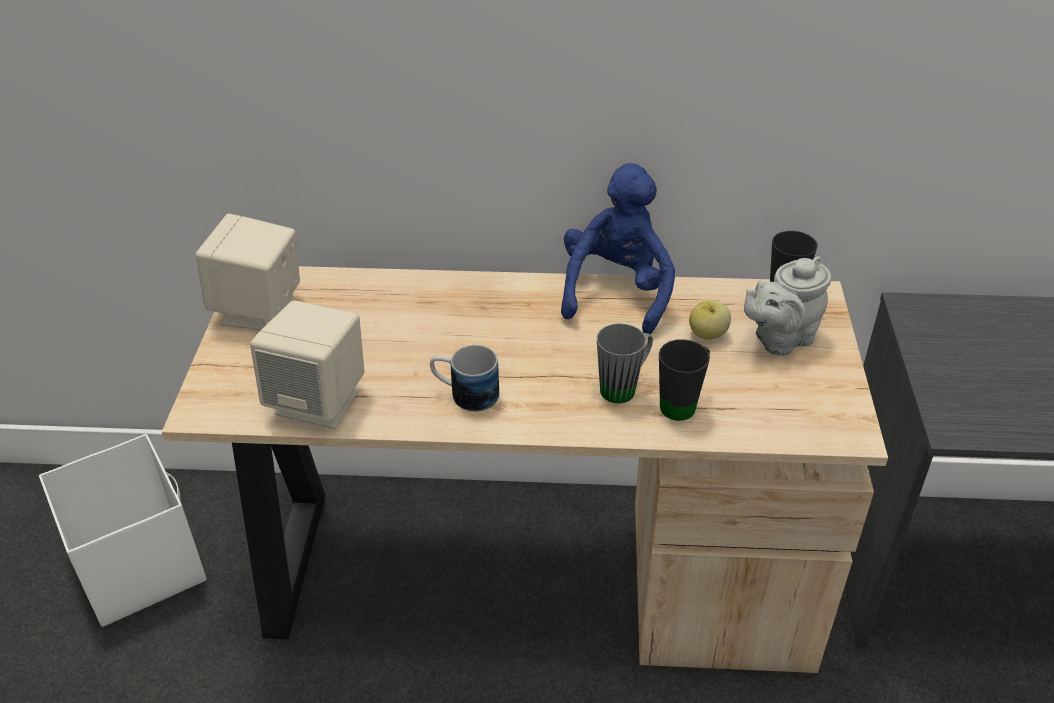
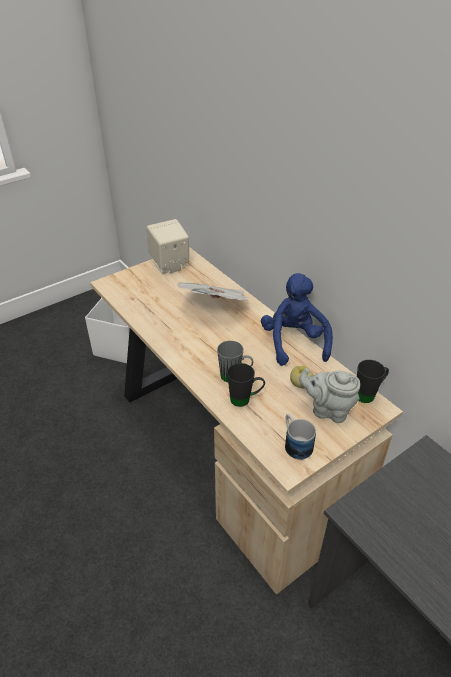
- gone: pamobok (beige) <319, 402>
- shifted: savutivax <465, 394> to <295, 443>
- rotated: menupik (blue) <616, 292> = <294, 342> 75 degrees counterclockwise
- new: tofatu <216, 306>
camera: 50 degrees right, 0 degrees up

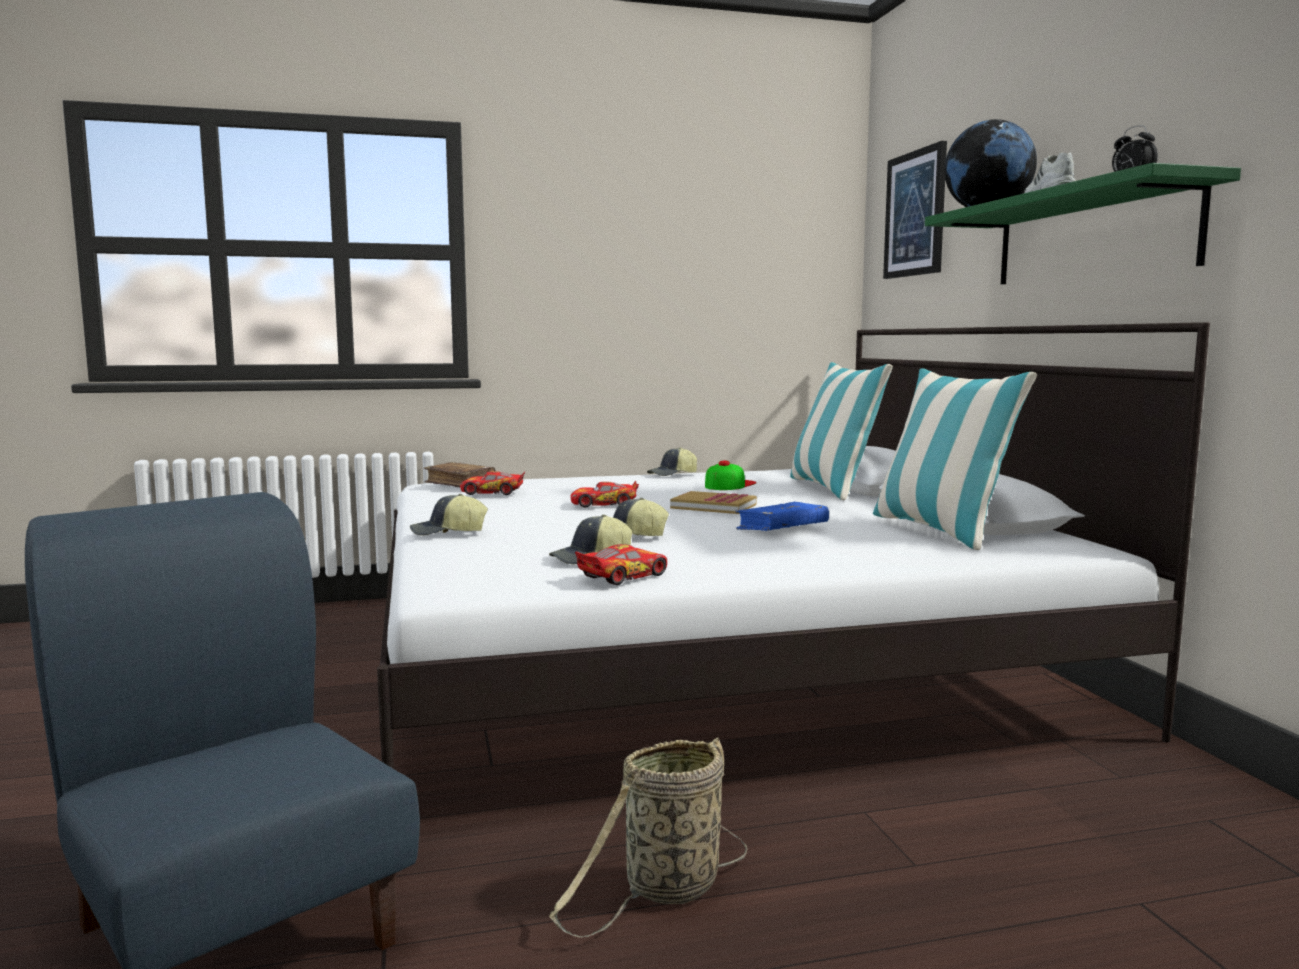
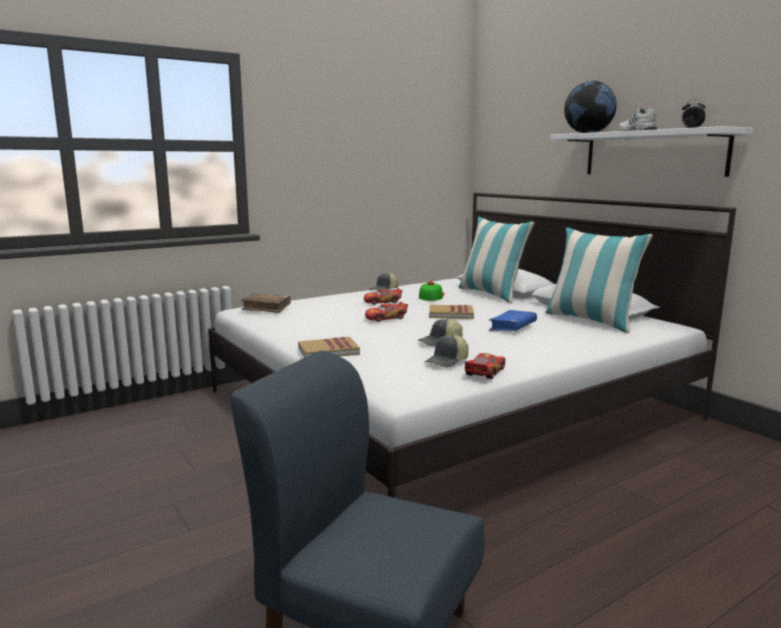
- swapped: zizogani <448, 533> to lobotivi <328, 351>
- shifted: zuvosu <492, 492> to <382, 302>
- gone: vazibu <667, 890>
- gone: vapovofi <915, 214>
- repainted: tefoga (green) <1091, 237> to tefoga (white) <653, 153>
camera: 20 degrees left, 5 degrees up

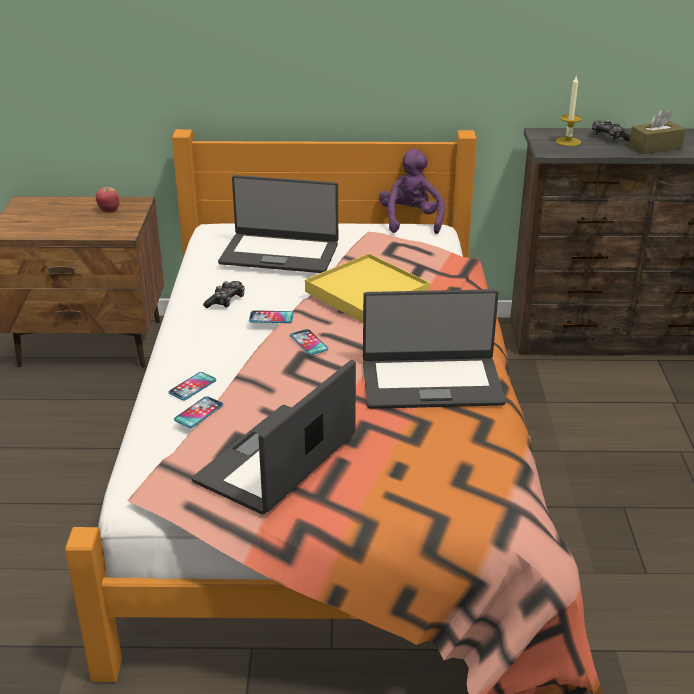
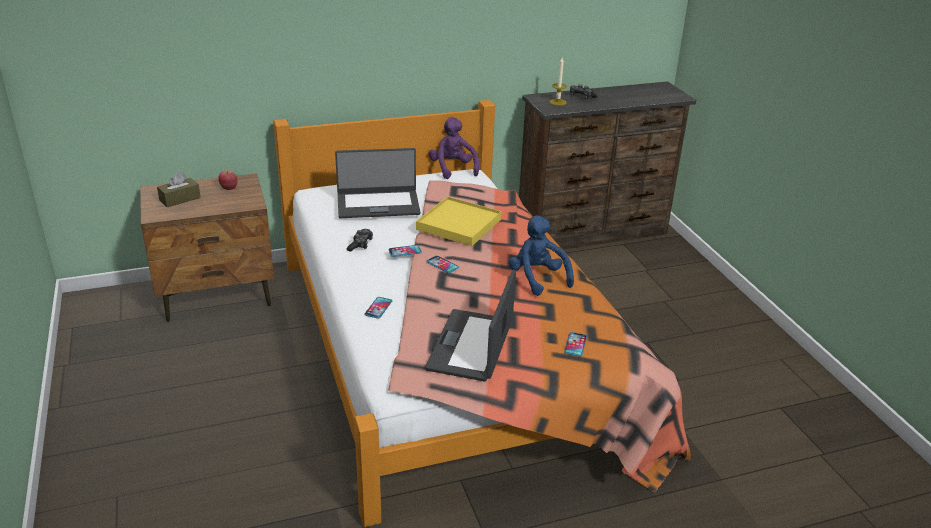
- shifted: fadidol <199, 413> to <575, 345>
- swapped: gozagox <431, 382> to menupik (blue) <537, 278>
- shifted: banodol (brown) <655, 147> to <180, 199>
camera: 20 degrees left, 0 degrees up

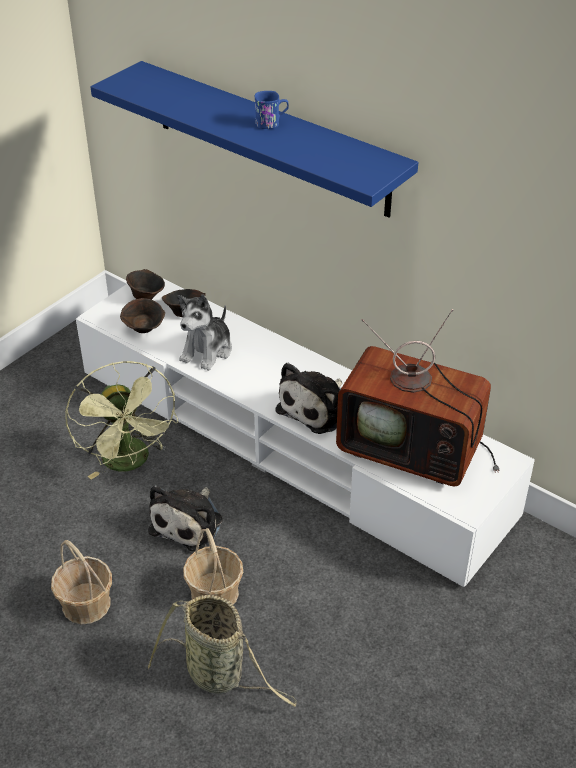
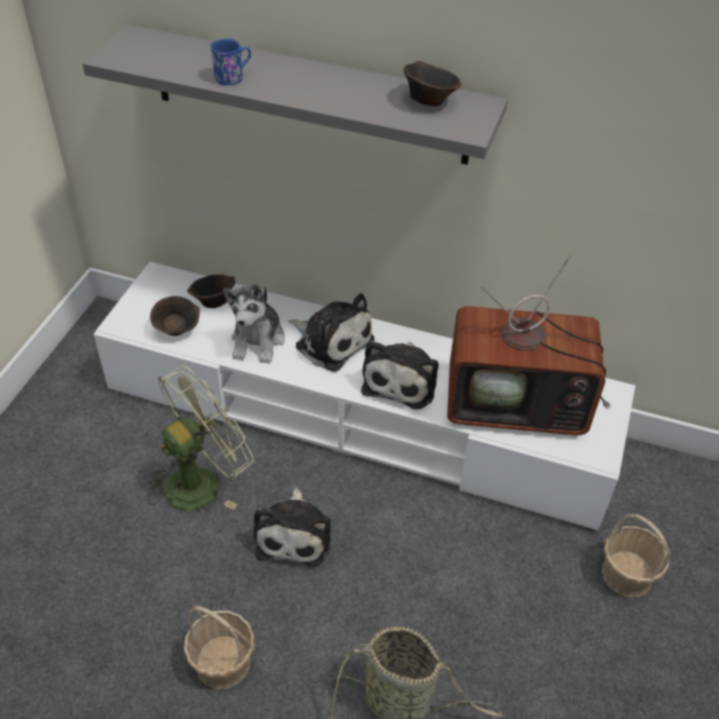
- rotated: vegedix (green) <130, 462> = <201, 480> 90 degrees counterclockwise
- repainted: tefoga (blue) <270, 138> to tefoga (grey) <309, 95>
- shifted: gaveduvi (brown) <146, 296> to <429, 101>
- shifted: vazibu <215, 593> to <627, 574>
- shifted: savutivax (blue) <271, 123> to <233, 77>
- new: menupik <331, 341>
camera: 20 degrees left, 5 degrees up

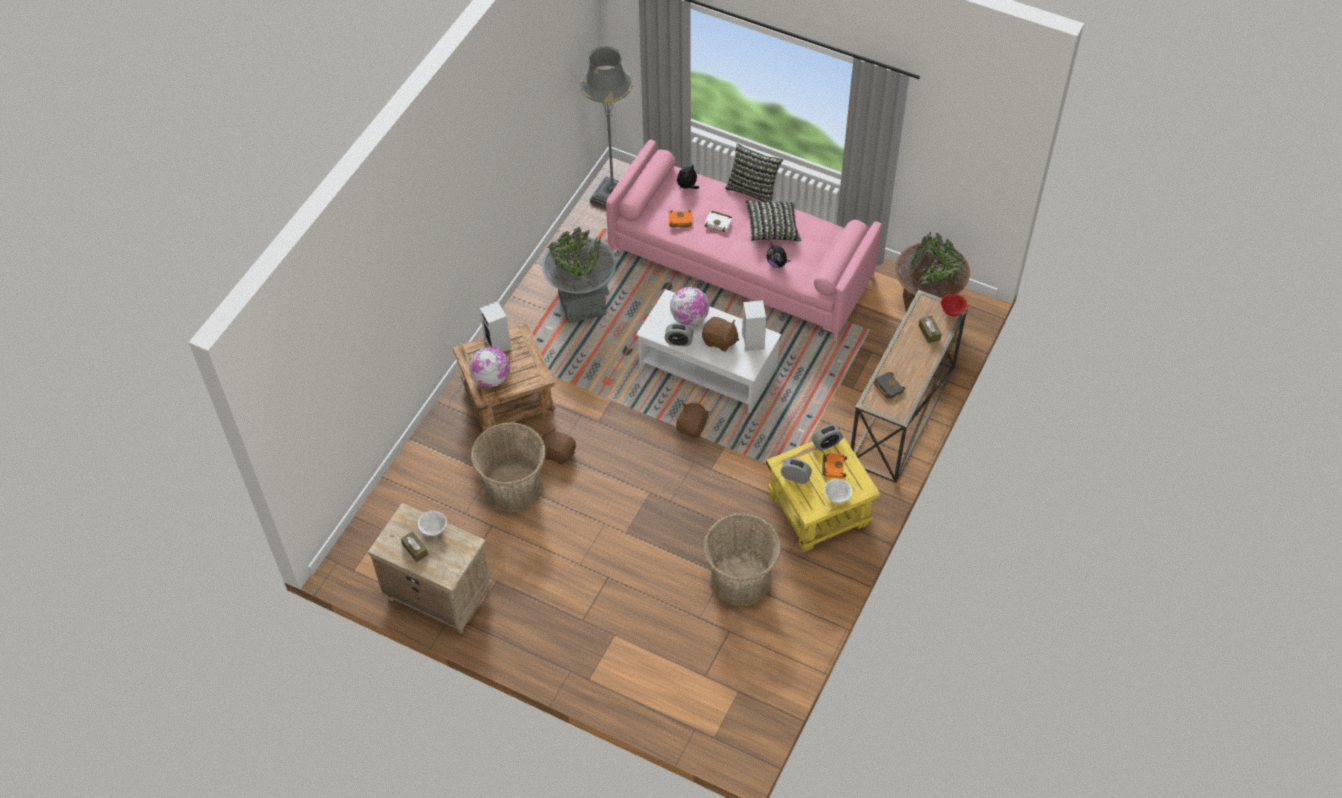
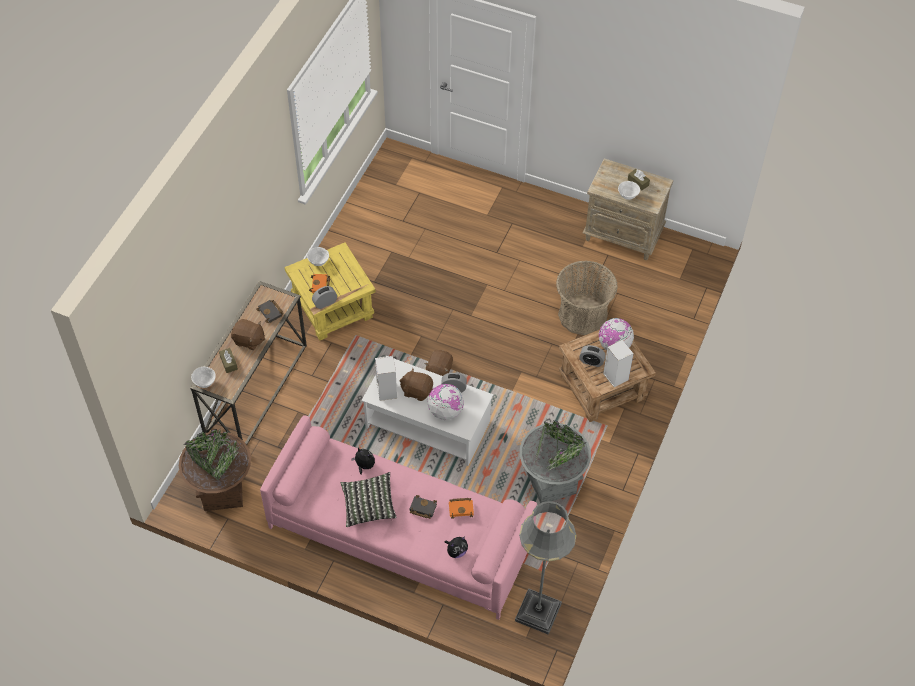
- shifted: menupik (brown) <558, 453> to <249, 340>
- gone: vazibu <740, 578>
- repainted: lobotivi (white) <719, 222> to lobotivi (black) <422, 508>
- gone: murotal <753, 189>
- shifted: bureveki <795, 477> to <591, 361>
- repainted: gaveduvi (red) <952, 312> to gaveduvi (white) <205, 382>
camera: 175 degrees right, 0 degrees up

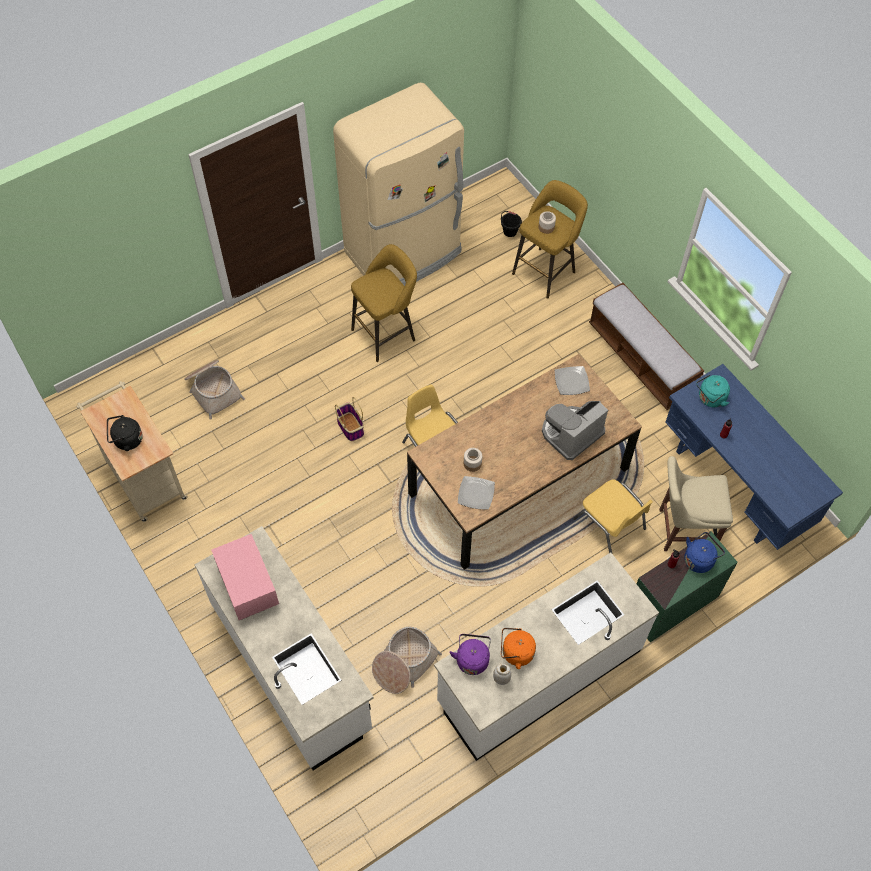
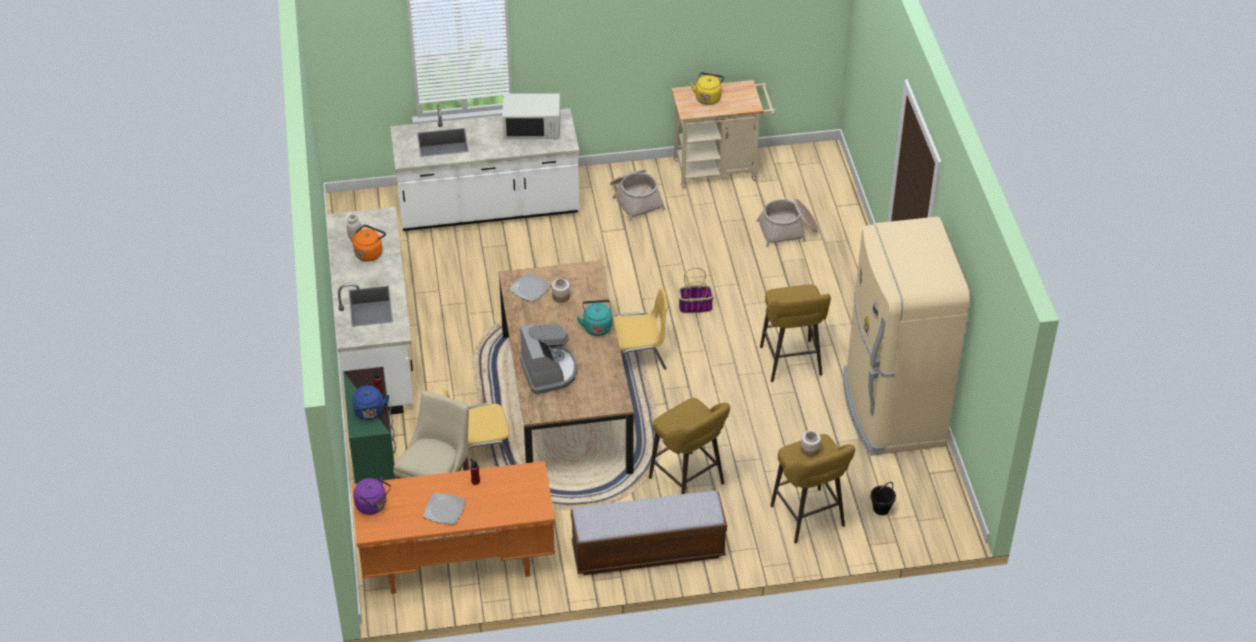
- repainted: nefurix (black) <126, 440> to nefurix (yellow) <708, 97>
- repainted: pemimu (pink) <247, 585> to pemimu (white) <532, 129>
- shifted: vazibu <404, 663> to <635, 199>
- shifted: nefurix (purple) <472, 659> to <373, 505>
- shifted: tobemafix <572, 381> to <444, 510>
- repainted: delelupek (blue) <735, 484> to delelupek (orange) <457, 563>
- shifted: nefurix (turquoise) <710, 399> to <597, 326>
- new: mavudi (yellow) <689, 483>
camera: 115 degrees right, 15 degrees down

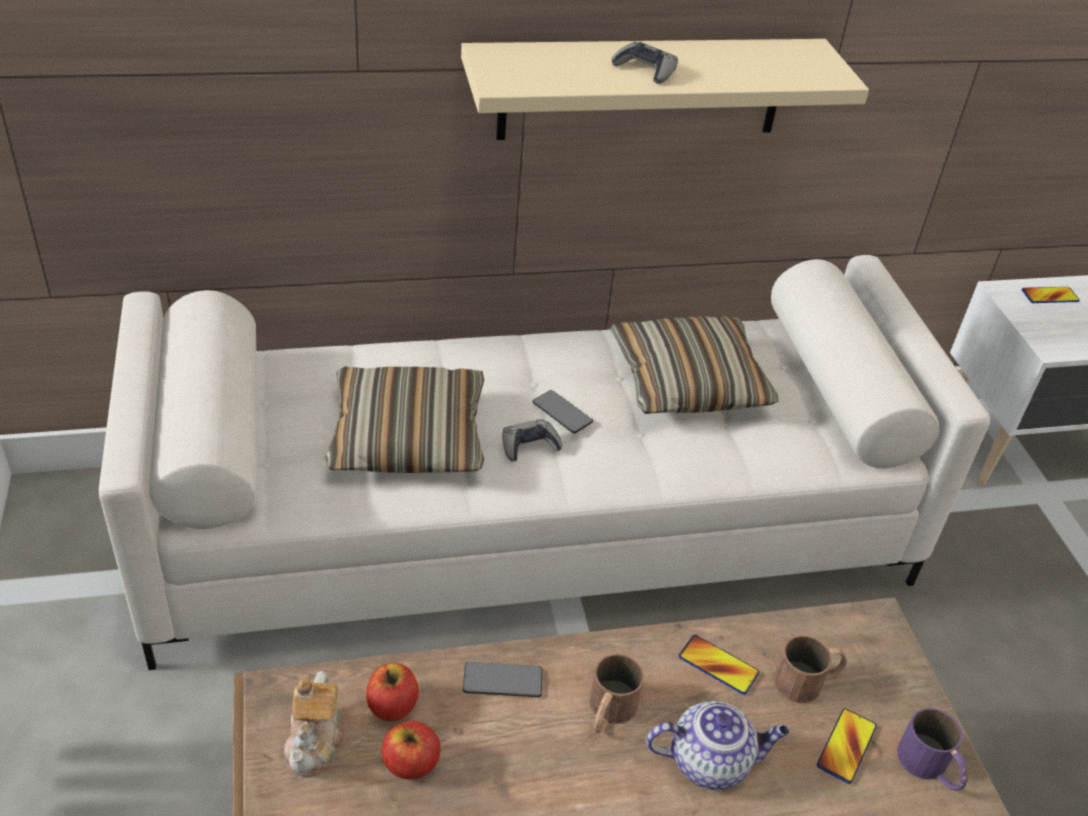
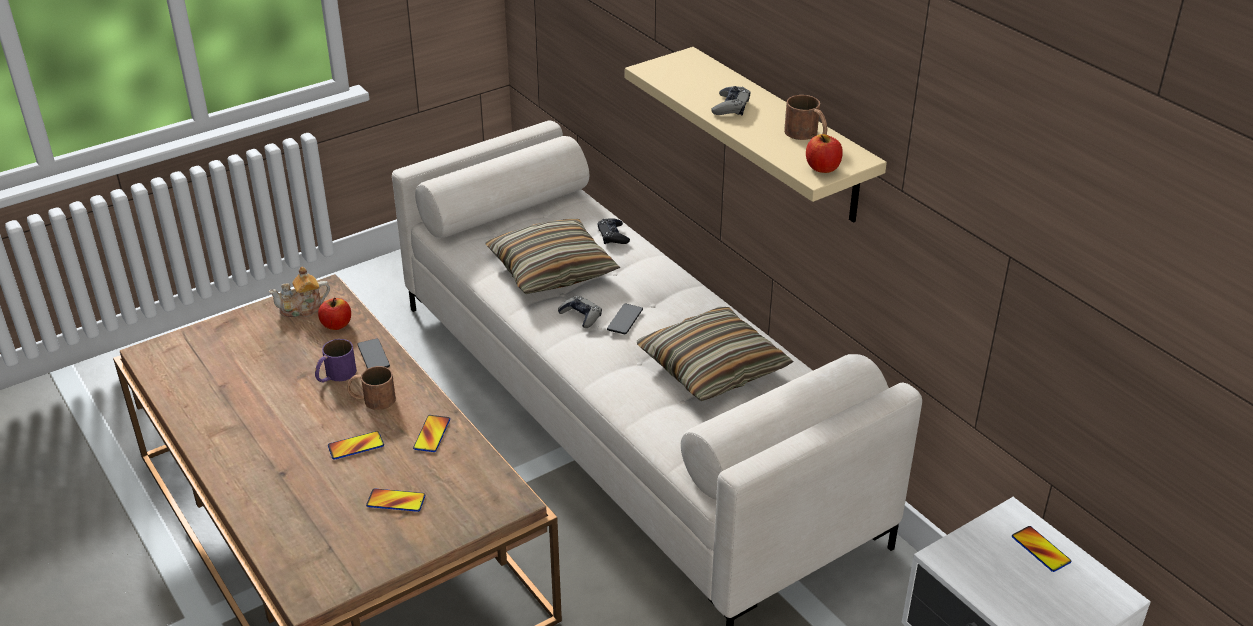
- shifted: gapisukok <411, 763> to <822, 168>
- swapped: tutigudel <710, 761> to fadidol <356, 446>
- shifted: savutivax (brown) <808, 680> to <807, 135>
- shifted: savutivax (purple) <930, 767> to <335, 375>
- new: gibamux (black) <613, 235>
camera: 70 degrees right, 5 degrees down

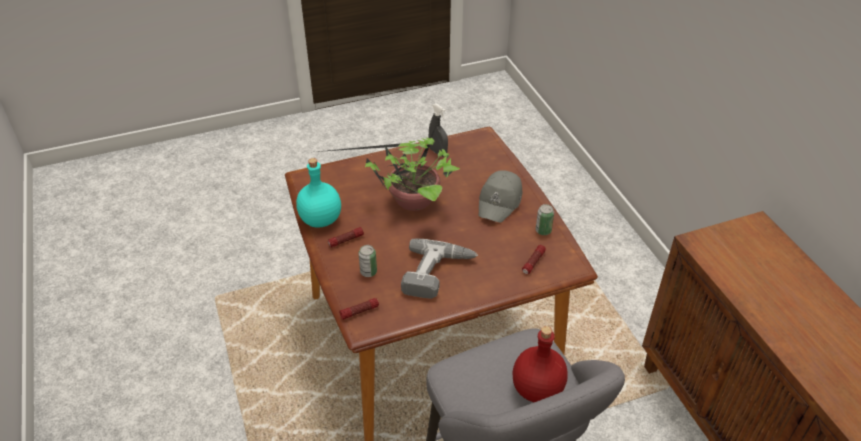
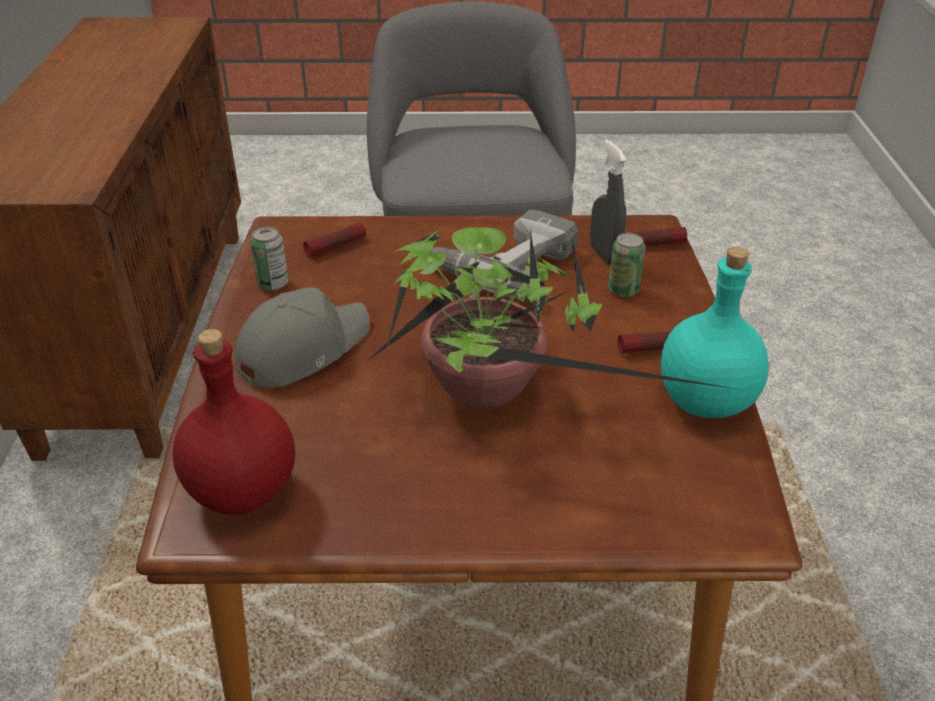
- shifted: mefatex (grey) <438, 152> to <604, 255>
- shifted: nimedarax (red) <536, 389> to <243, 492>
camera: 160 degrees left, 5 degrees down

